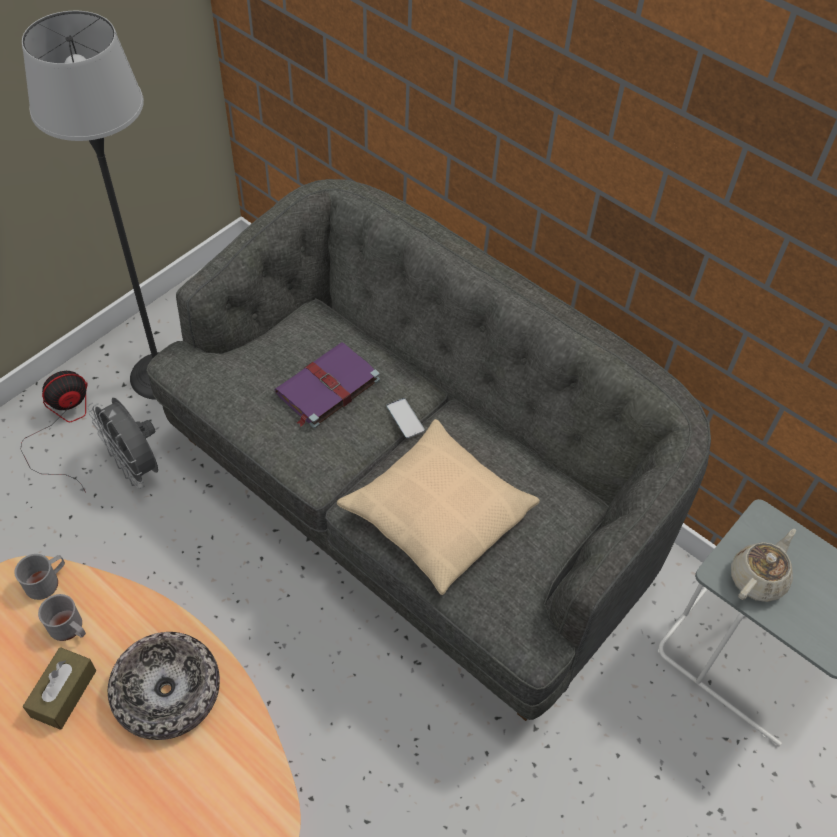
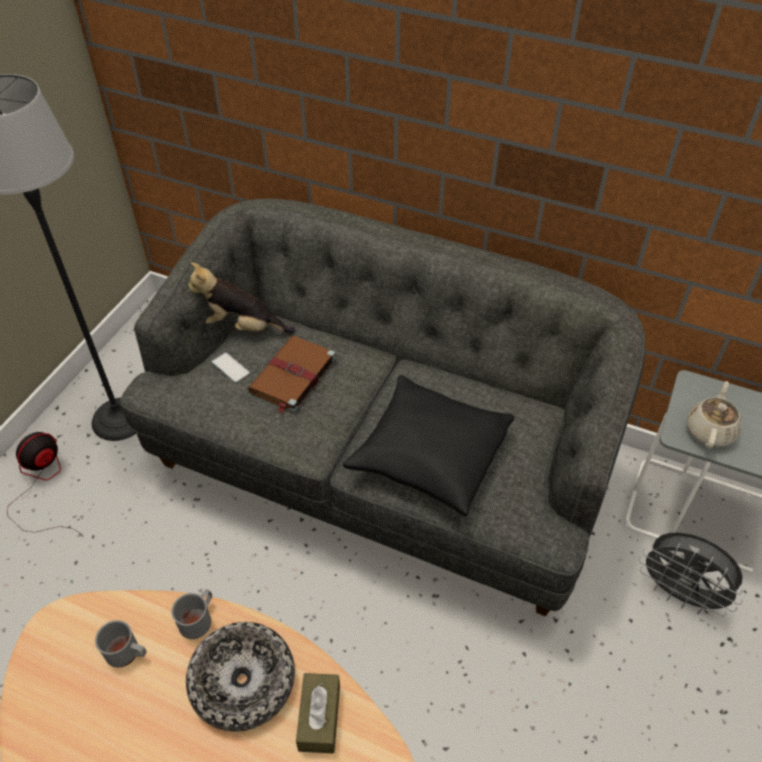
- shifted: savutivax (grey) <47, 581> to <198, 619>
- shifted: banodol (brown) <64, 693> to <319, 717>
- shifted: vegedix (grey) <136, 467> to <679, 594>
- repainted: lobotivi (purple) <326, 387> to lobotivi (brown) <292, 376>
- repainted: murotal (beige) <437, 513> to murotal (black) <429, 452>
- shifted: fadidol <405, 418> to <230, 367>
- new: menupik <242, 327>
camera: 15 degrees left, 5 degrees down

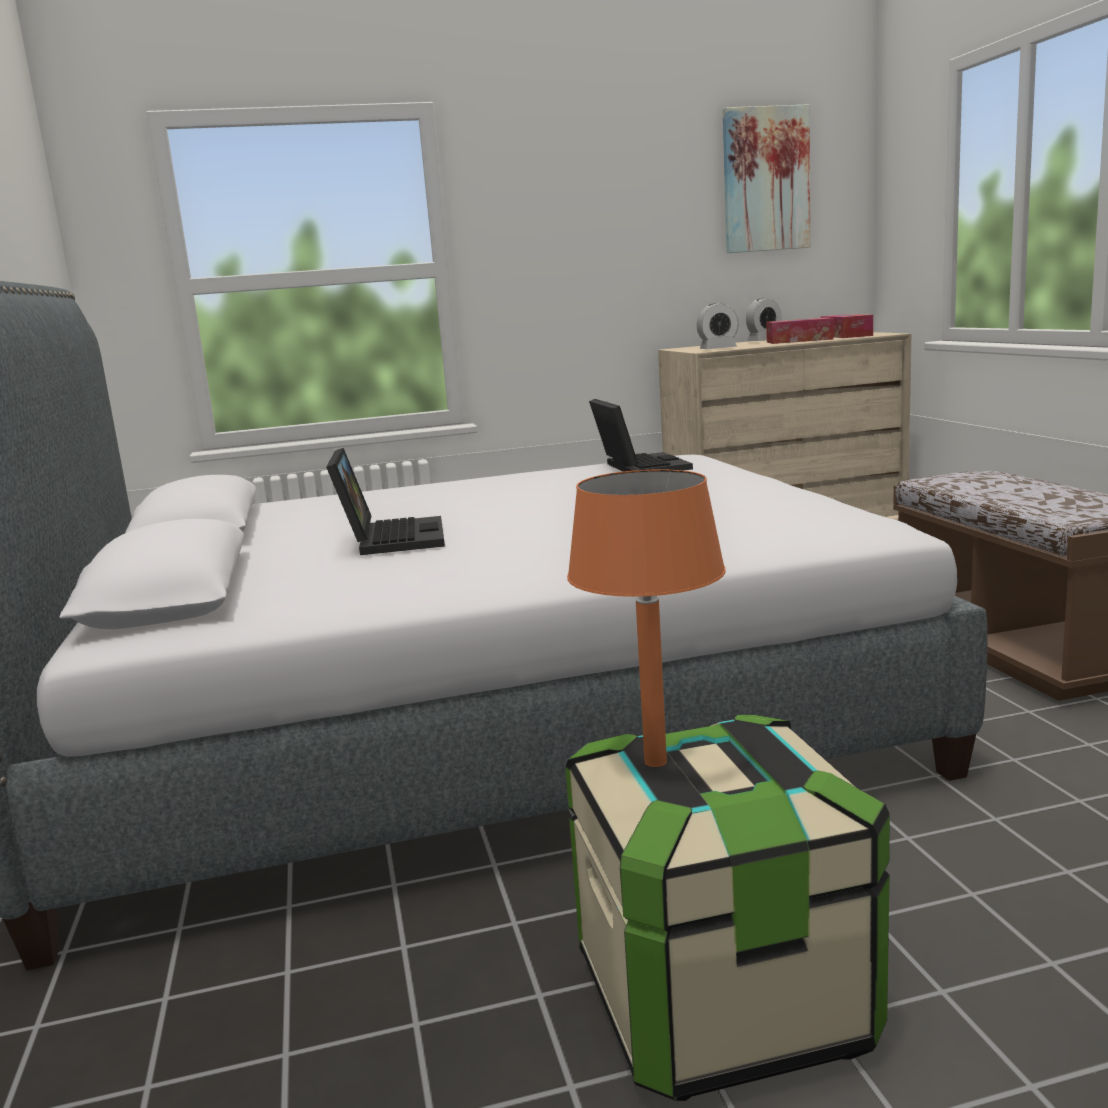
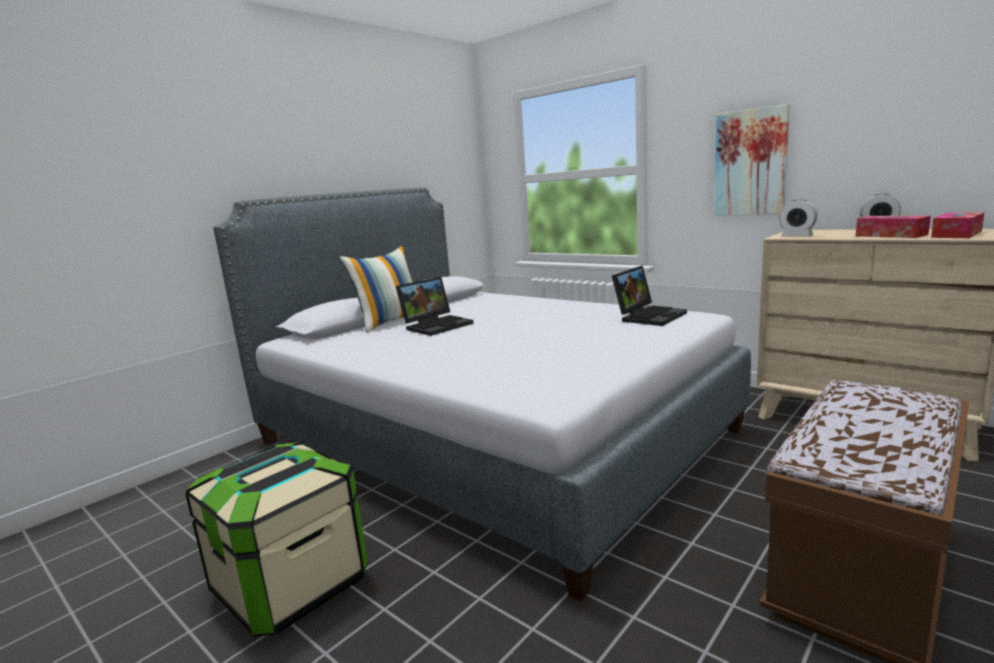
- gone: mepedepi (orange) <654, 762>
- shifted: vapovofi <765, 180> to <750, 163>
- new: murotal <390, 322>
camera: 55 degrees right, 0 degrees up

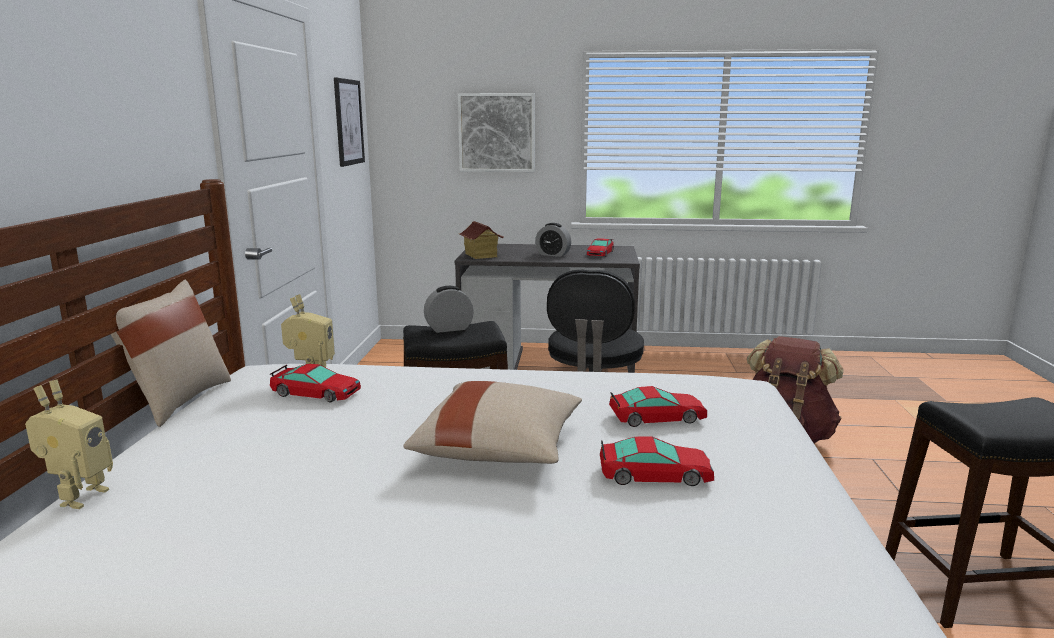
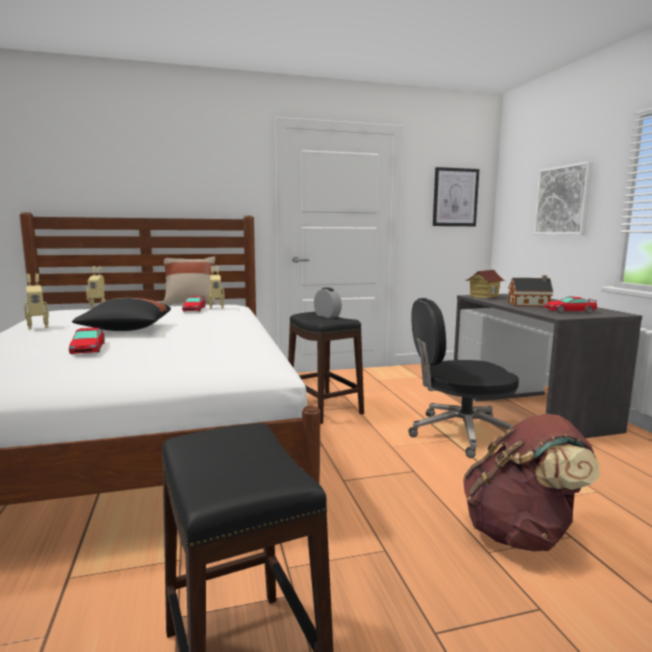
- repainted: murotal (beige) <499, 449> to murotal (black) <126, 330>
- swapped: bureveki <553, 254> to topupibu <530, 304>
- gone: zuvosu <657, 417>
- new: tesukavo <38, 327>
camera: 70 degrees right, 5 degrees down

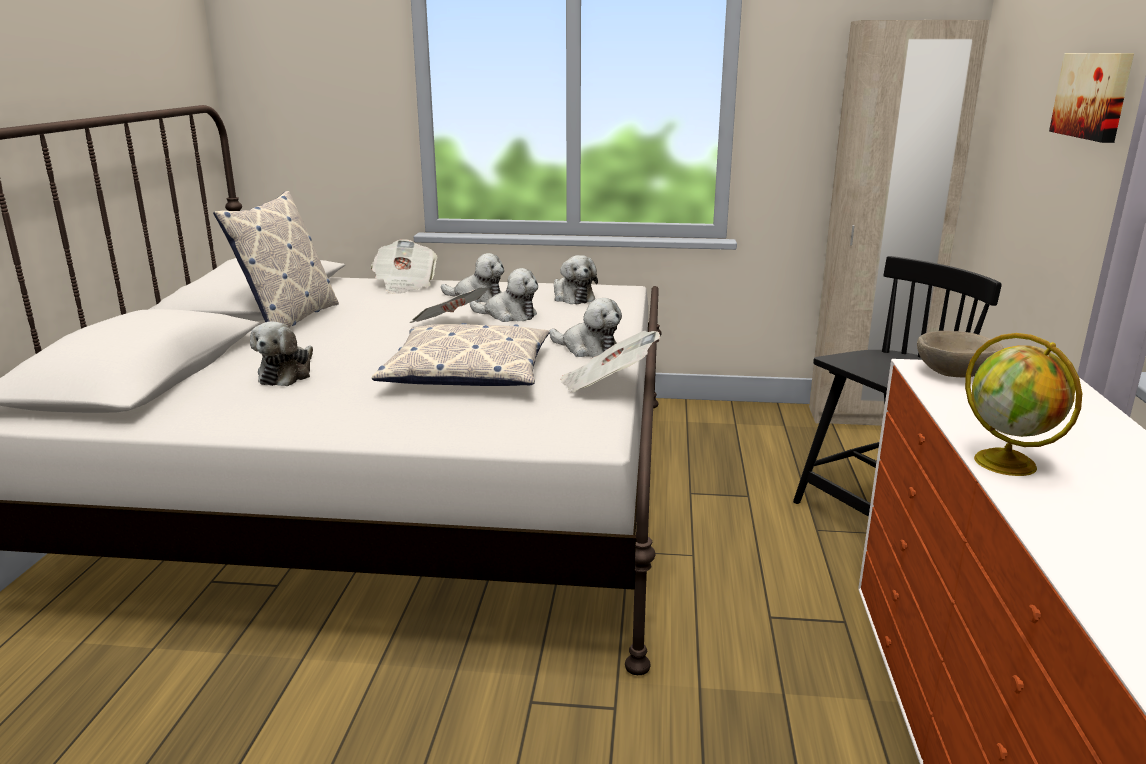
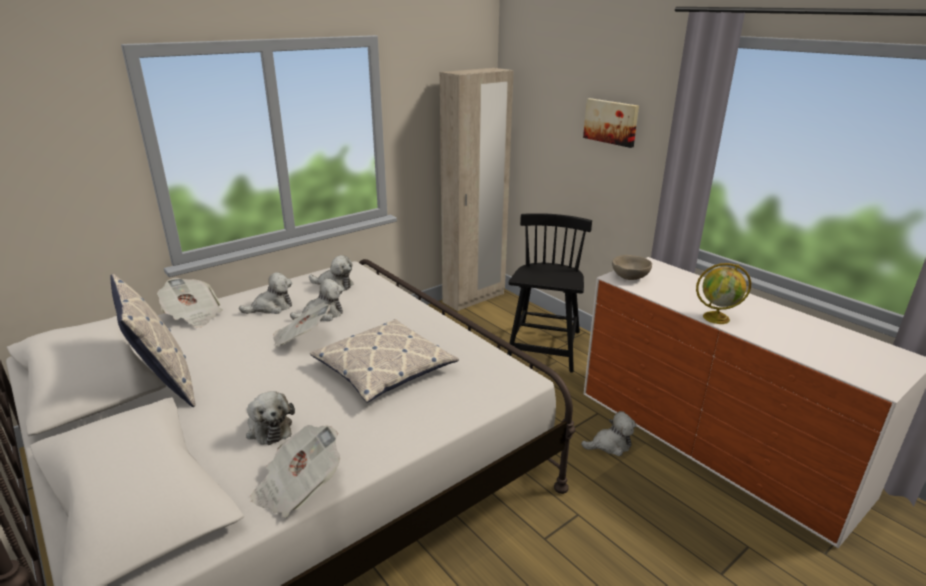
- shifted: menupik <588, 349> to <610, 445>
- shifted: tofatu <606, 386> to <298, 487>
camera: 45 degrees left, 5 degrees up

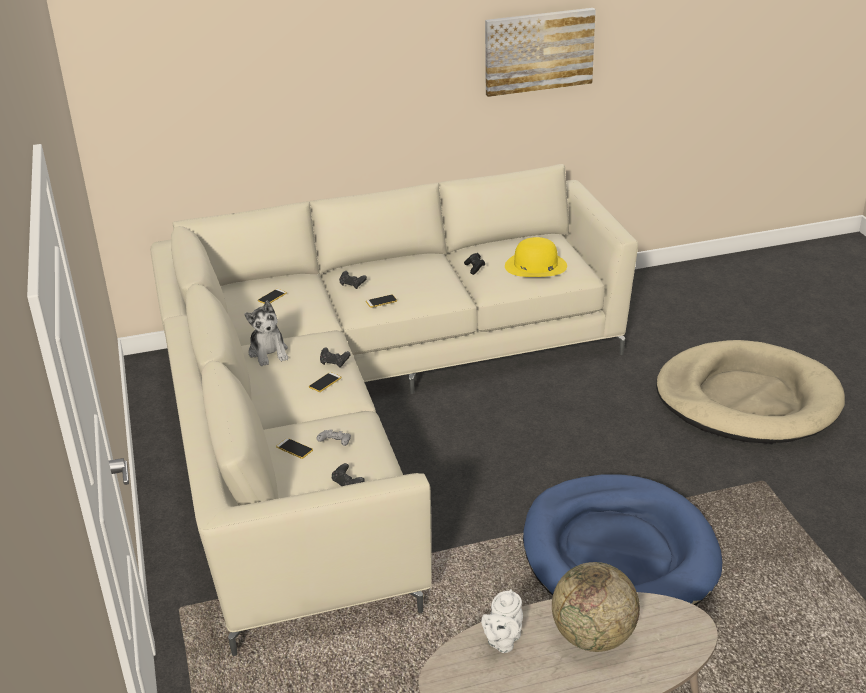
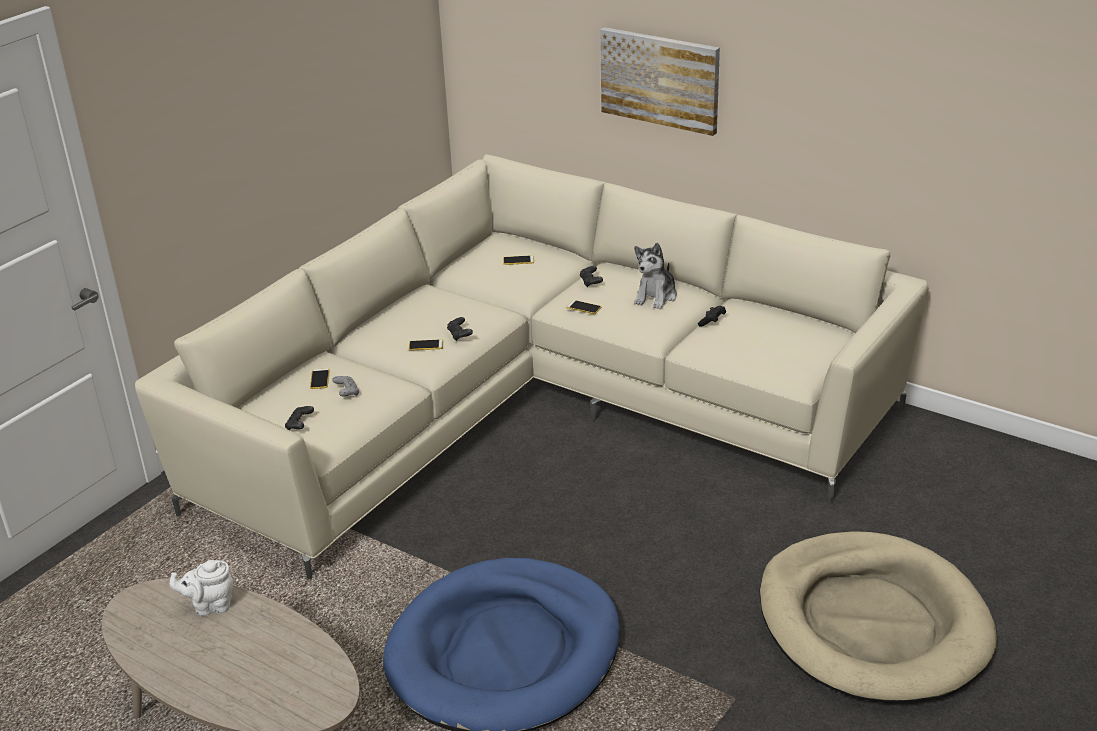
- shifted: menupik <269, 352> to <656, 297>
- shifted: vapovofi <538, 51> to <660, 79>
- gone: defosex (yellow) <535, 266>
- gone: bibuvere <593, 637>
camera: 50 degrees right, 0 degrees up

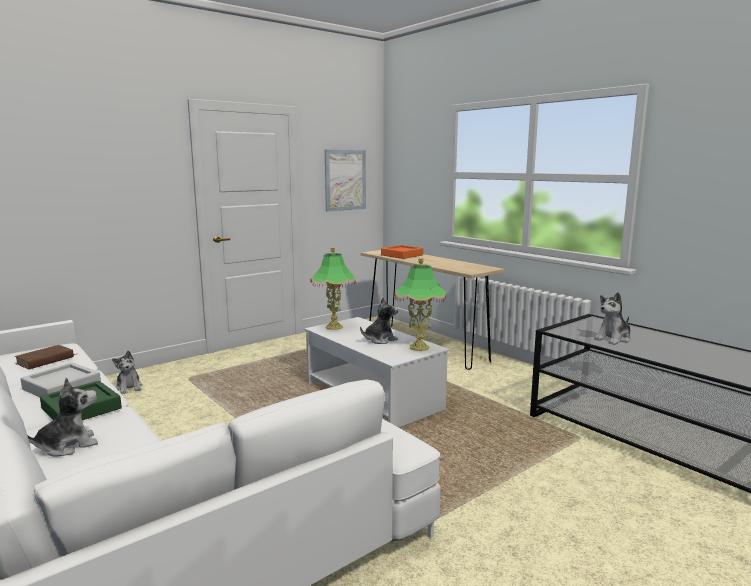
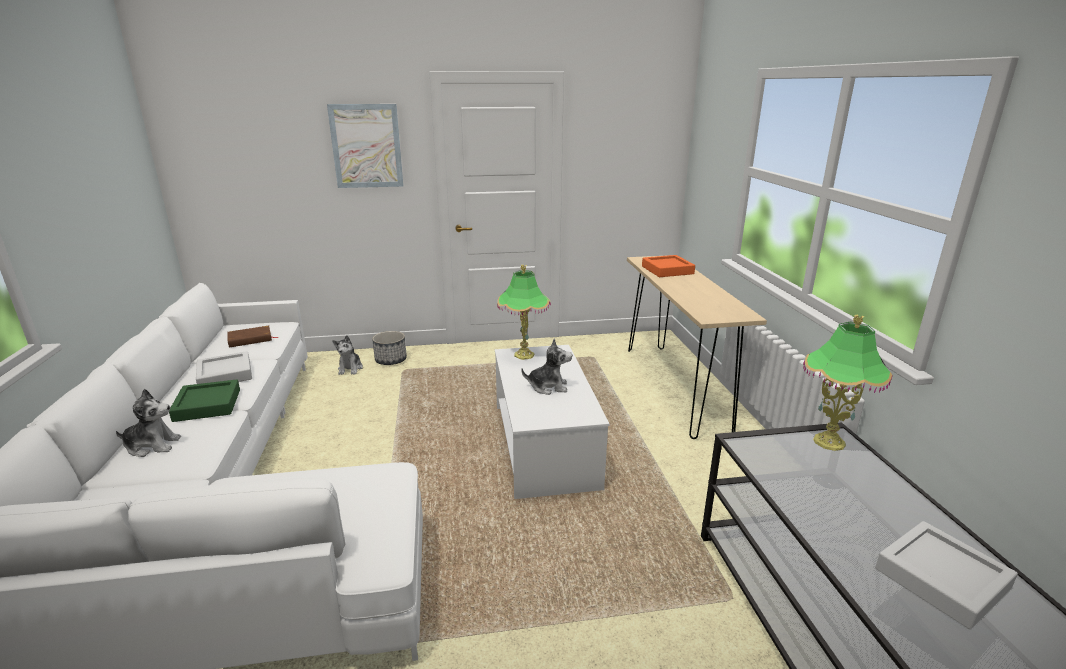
- shifted: vapovofi <345, 180> to <366, 146>
- shifted: mepedepi <419, 347> to <829, 442>
- gone: menupik <613, 338>
- new: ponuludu <391, 360>
- new: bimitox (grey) <941, 578>
camera: 30 degrees right, 10 degrees up

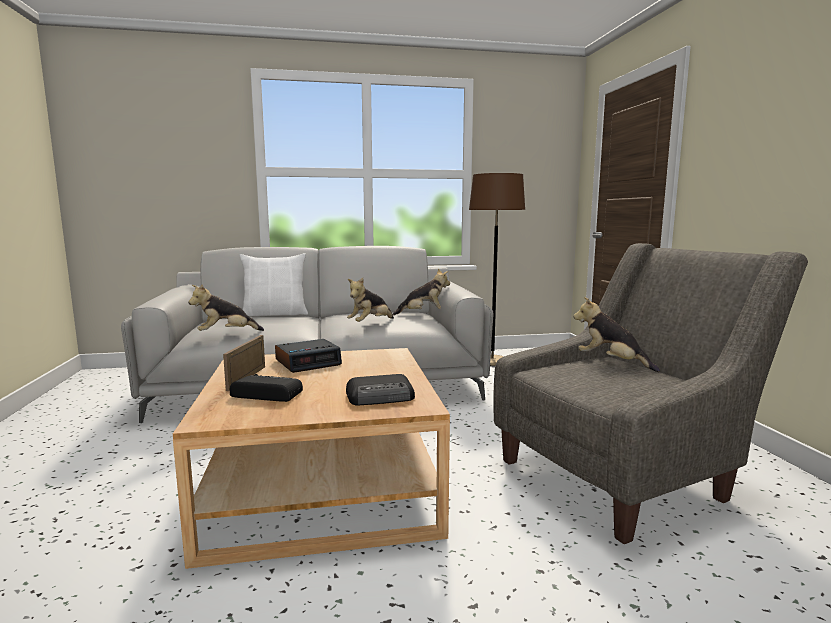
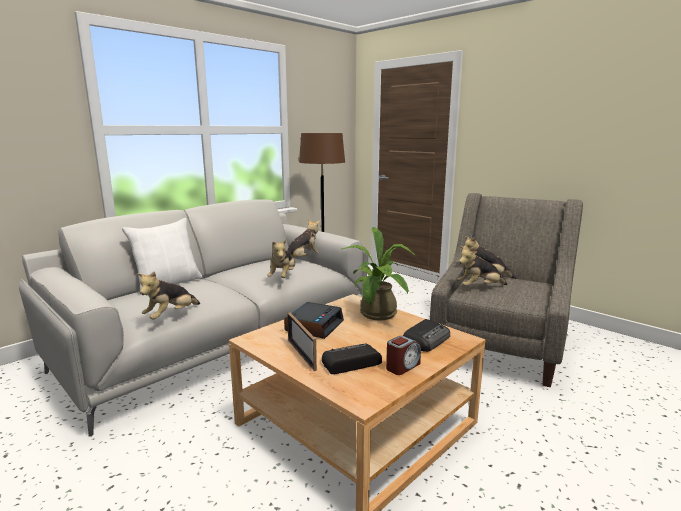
- new: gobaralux <377, 316>
- new: bureveki <402, 366>
- new: menupik <479, 288>
camera: 35 degrees left, 5 degrees up

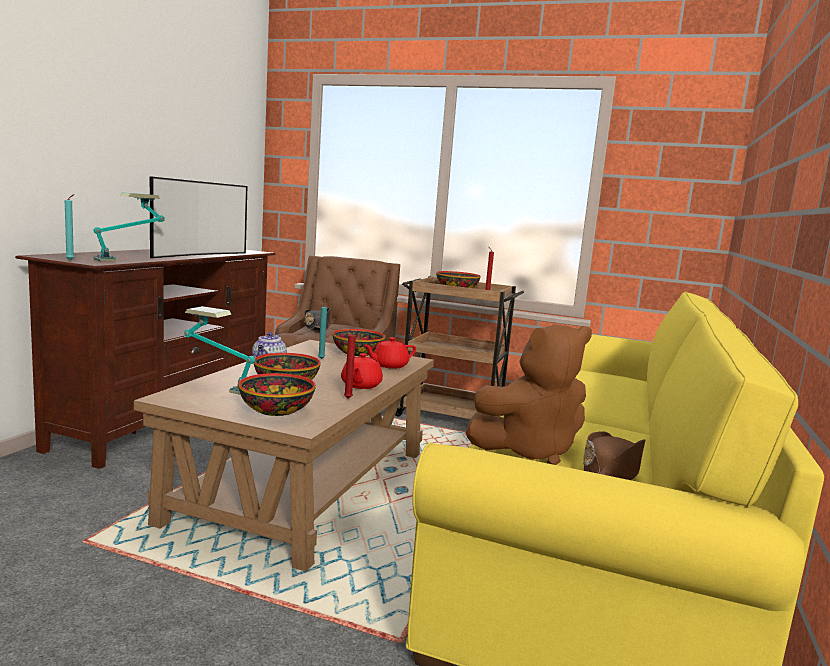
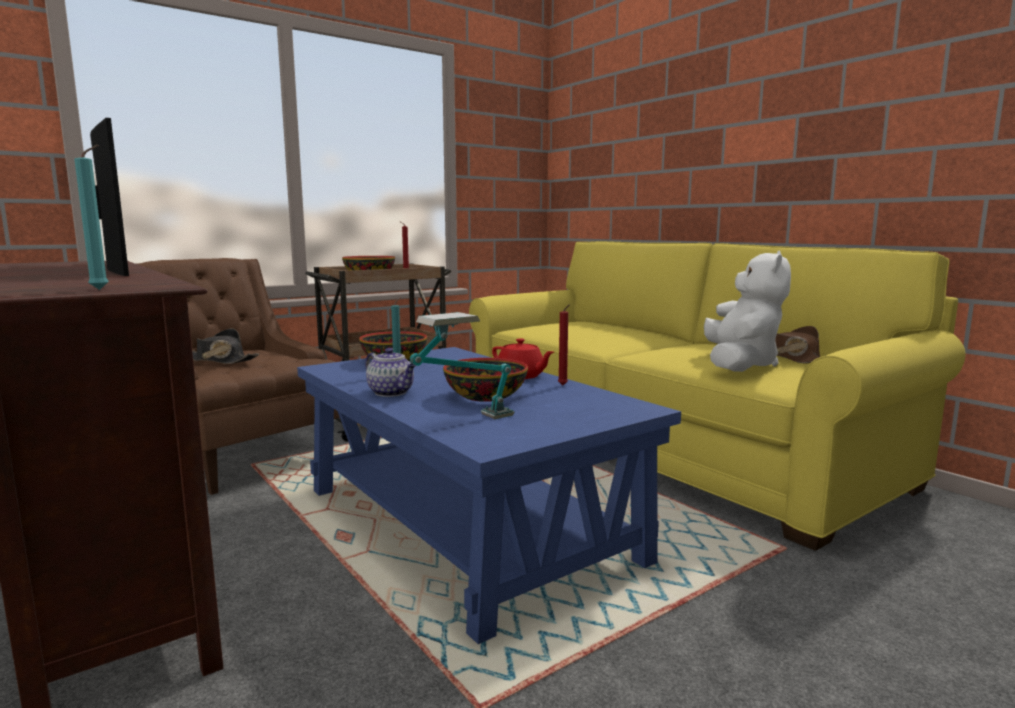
- gone: mepedepi <130, 260>
- repainted: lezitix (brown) <305, 486> to lezitix (blue) <466, 524>
- gone: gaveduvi <277, 410>
- gone: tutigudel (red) <389, 365>
- repainted: menupik (brown) <529, 450> to menupik (white) <740, 365>
camera: 55 degrees left, 0 degrees up

